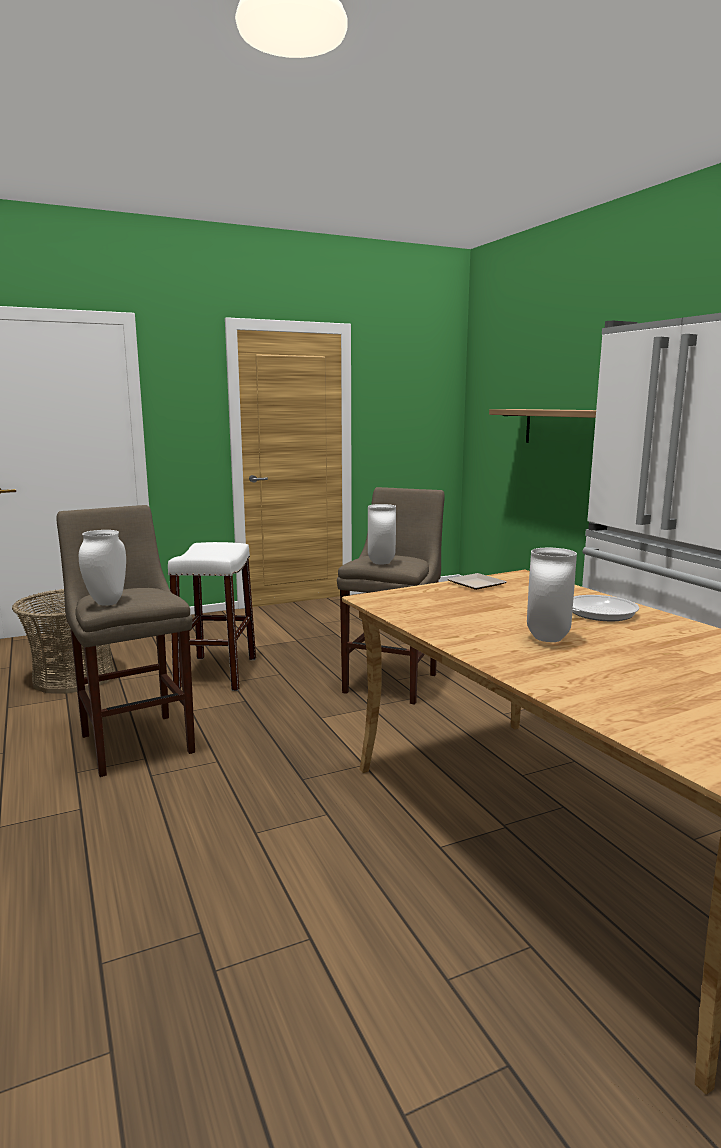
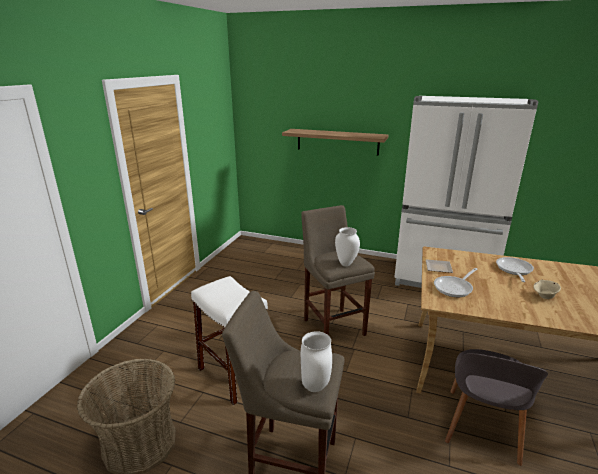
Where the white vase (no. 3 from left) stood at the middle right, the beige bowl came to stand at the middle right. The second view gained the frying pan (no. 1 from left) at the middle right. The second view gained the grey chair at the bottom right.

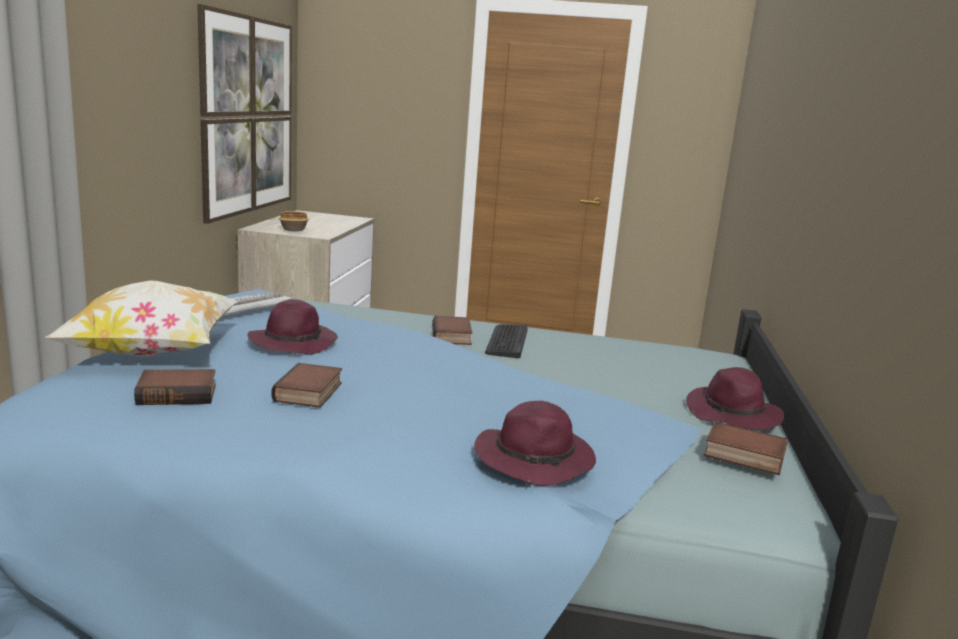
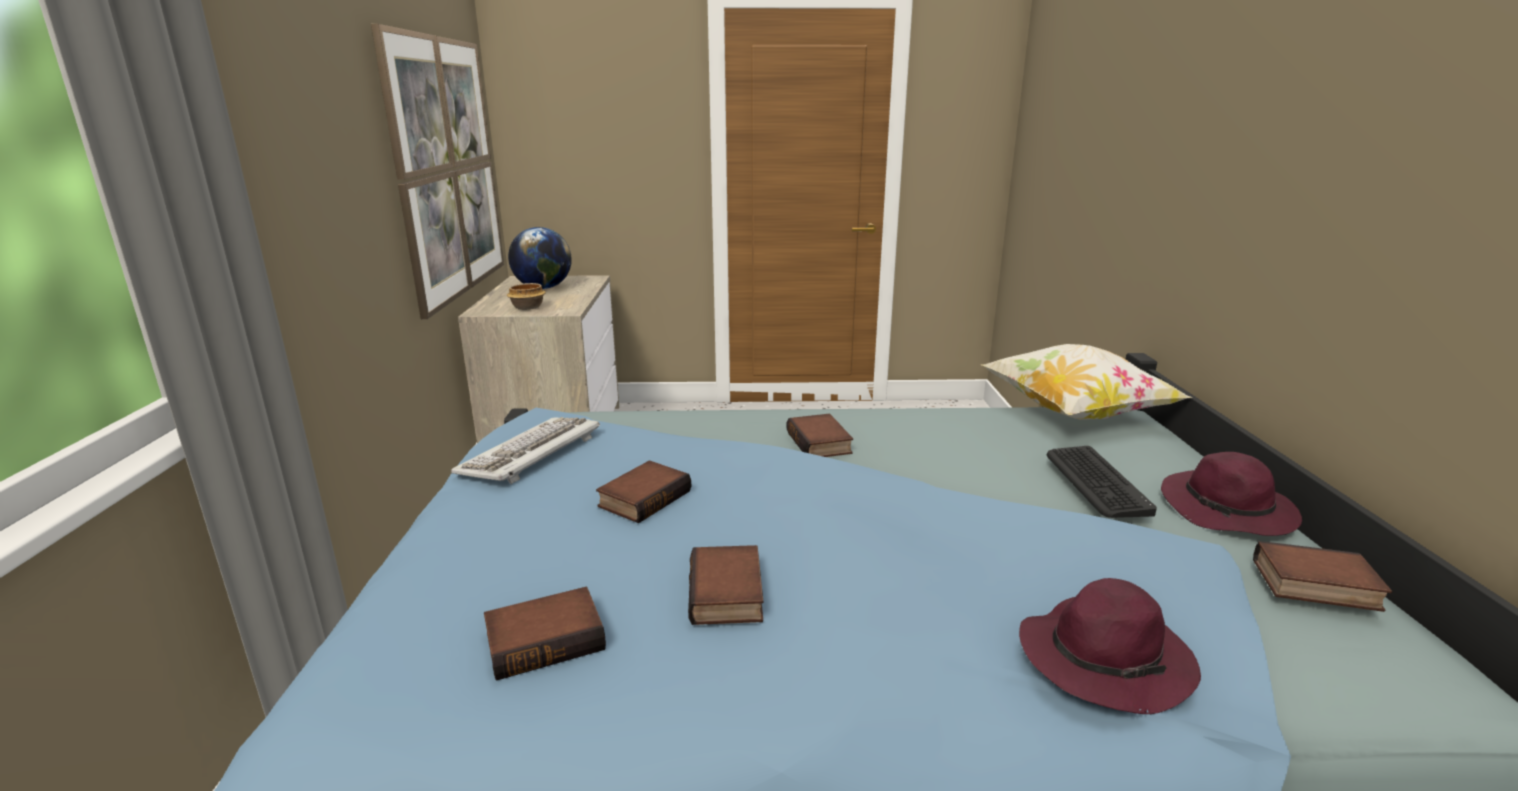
The pillow ended up elsewhere, having gone from the middle left to the middle right. Where the purple hat (no. 1 from left) stood at the middle left, the book (no. 2 from left) came to stand at the centre. The keyboard (no. 2 from left) ended up elsewhere, having gone from the centre to the middle right. The second view gained the globe at the top centre.

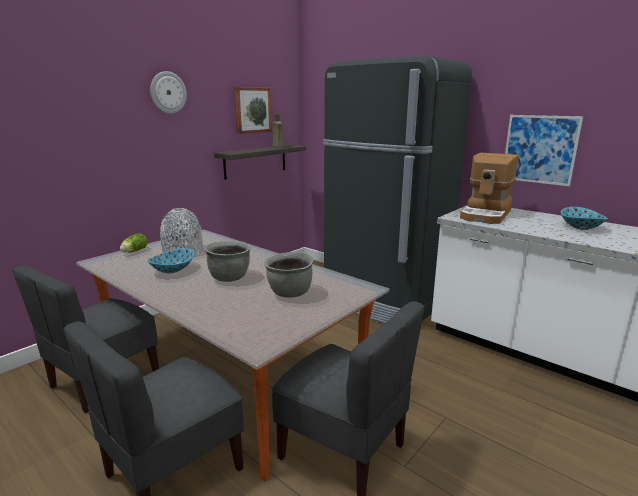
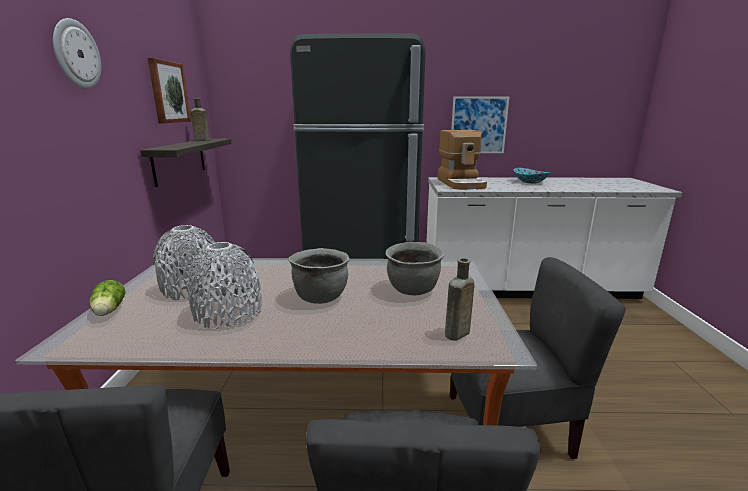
Where the bowl (no. 1 from left) stood at the middle left, the grey vase (no. 2 from left) came to stand at the middle left. The second view gained the brown bottle (no. 2 from left) at the centre.

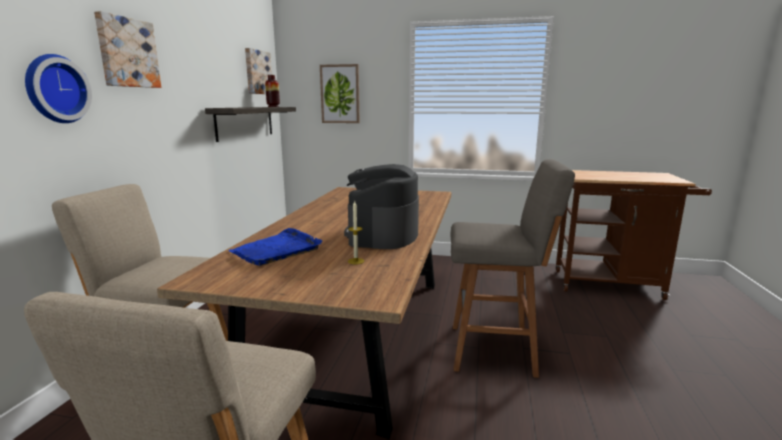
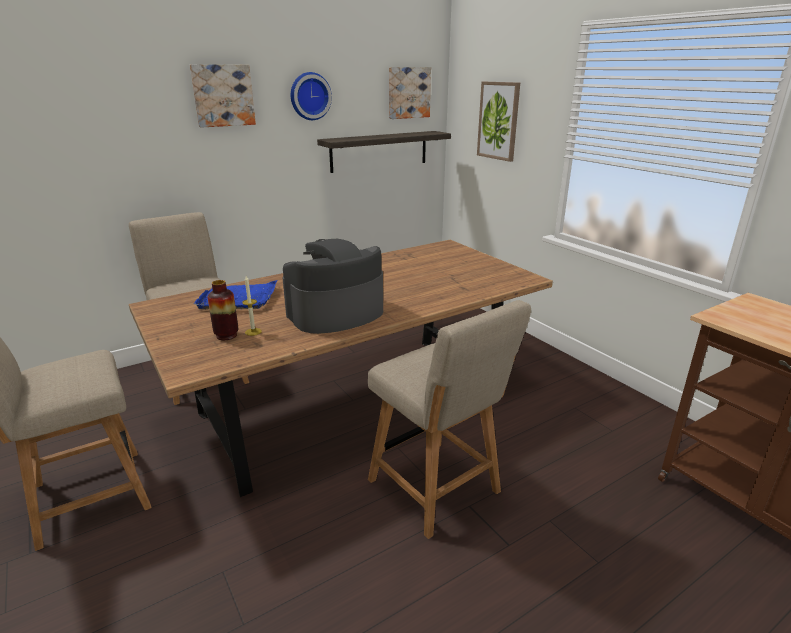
The wall clock ended up elsewhere, having gone from the top left to the top centre. The vase ended up elsewhere, having gone from the top centre to the middle left. Where the grey stool stood at the centre, the beige chair (no. 3 from left) came to stand at the centre.

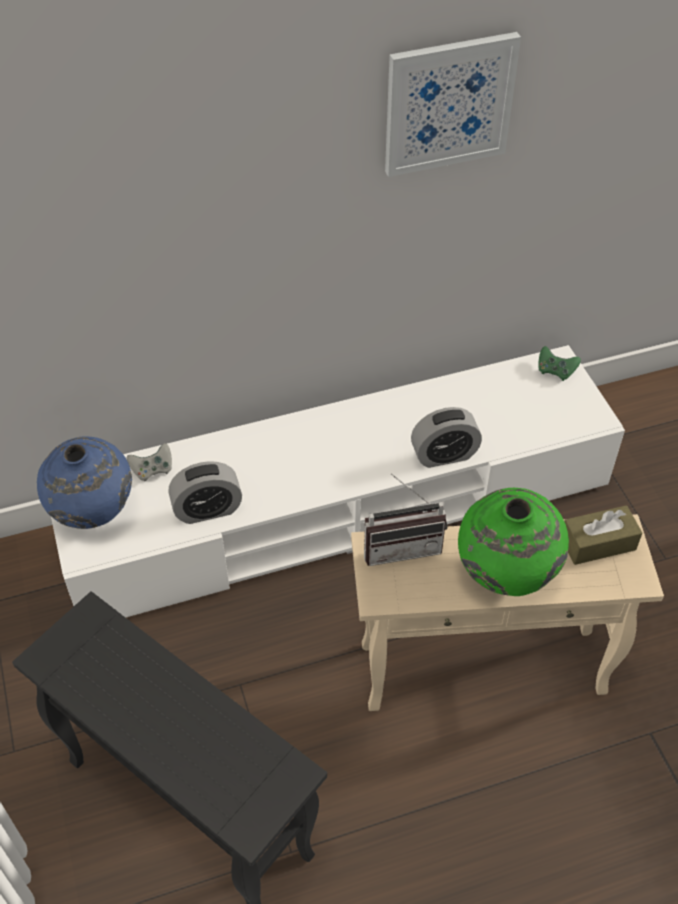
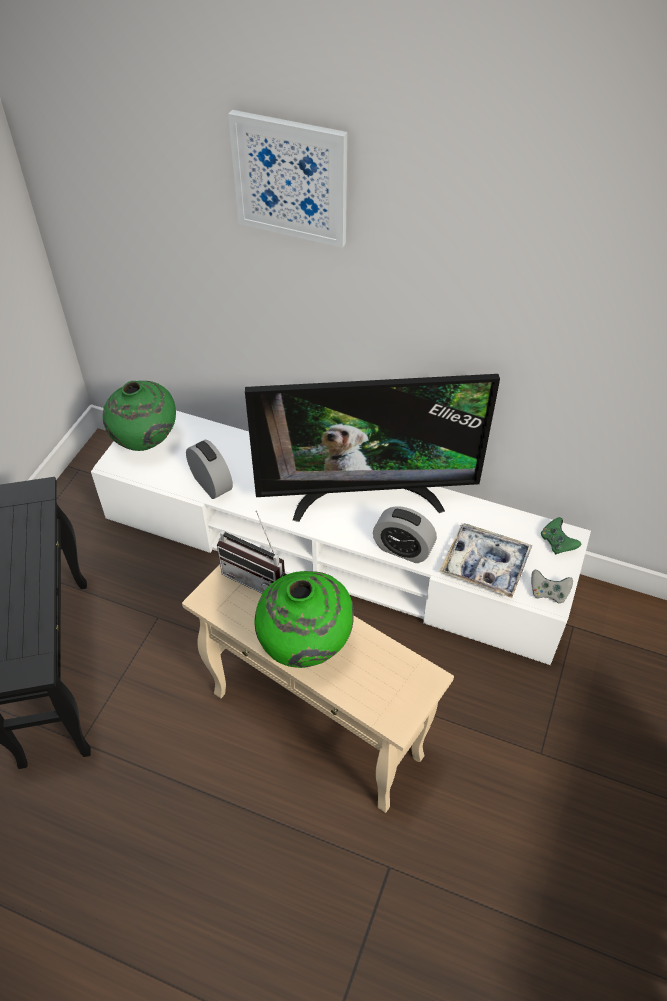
What was the blue vase at the middle left turned into the green vase (no. 1 from left) at the middle left. The grey game controller ended up elsewhere, having gone from the middle left to the middle right. The alarm clock (no. 1 from left) at the middle left ended up facing another way, 150 degrees counterclockwise from before. The picture ended up elsewhere, having gone from the top right to the top centre. The second view lost the brown tissue box at the middle right. The second view gained the television at the centre. The second view gained the tray at the middle right.

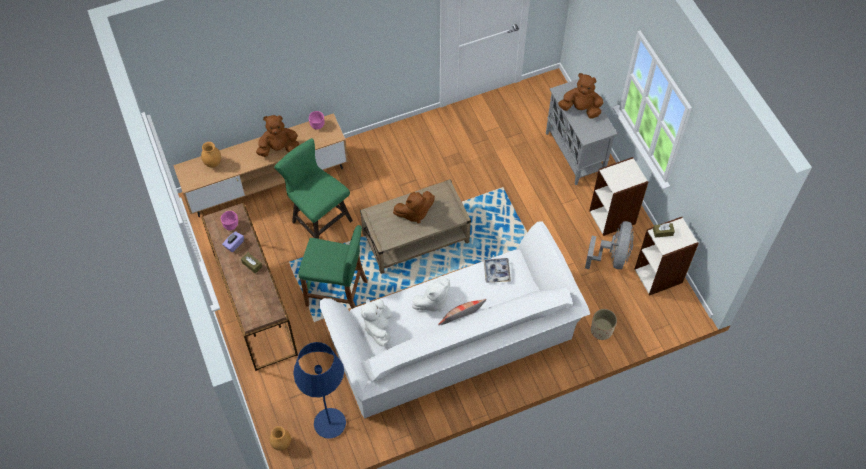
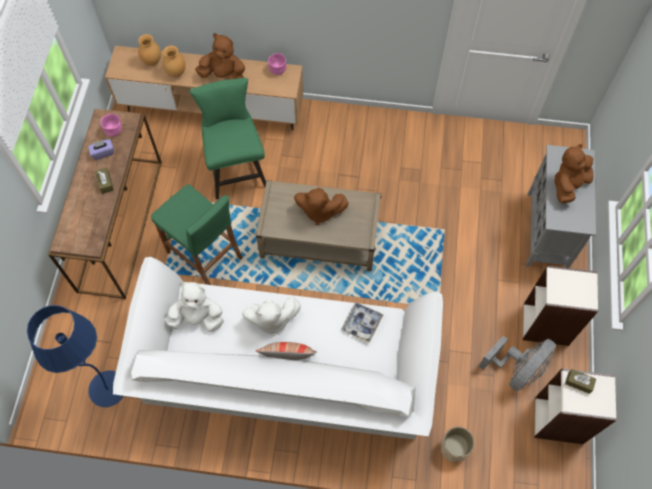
The brown vase (no. 2 from left) ended up elsewhere, having gone from the bottom left to the top left. The white plush toy (no. 1 from left) at the bottom centre ended up facing another way, 60 degrees clockwise from before. The brown plush toy (no. 3 from left) at the top right ended up facing another way, 90 degrees counterclockwise from before.

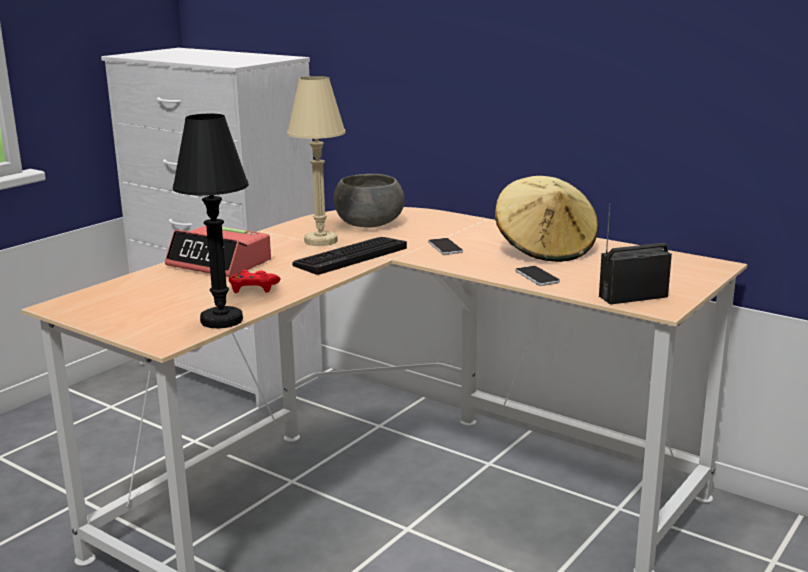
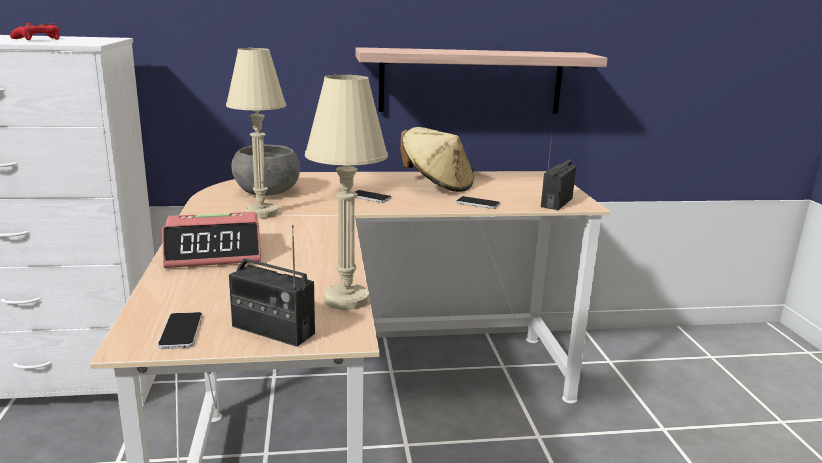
What was the black table lamp at the middle left turned into the beige table lamp (no. 2 from left) at the centre. The red game controller ended up elsewhere, having gone from the middle left to the top left. The second view lost the keyboard at the centre. The second view gained the phone (no. 1 from left) at the bottom left. The second view gained the radio (no. 1 from left) at the middle left. The second view gained the shelf at the top centre.

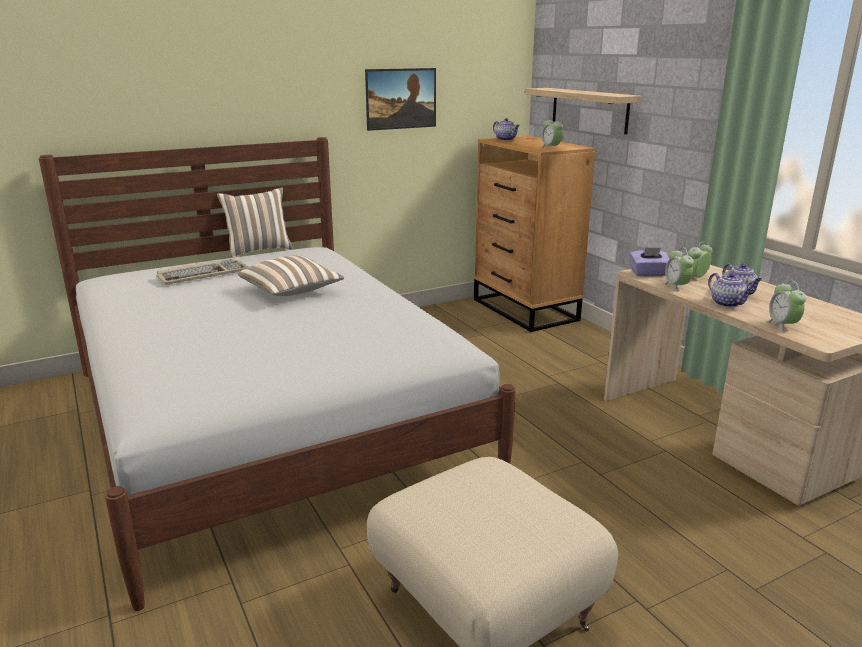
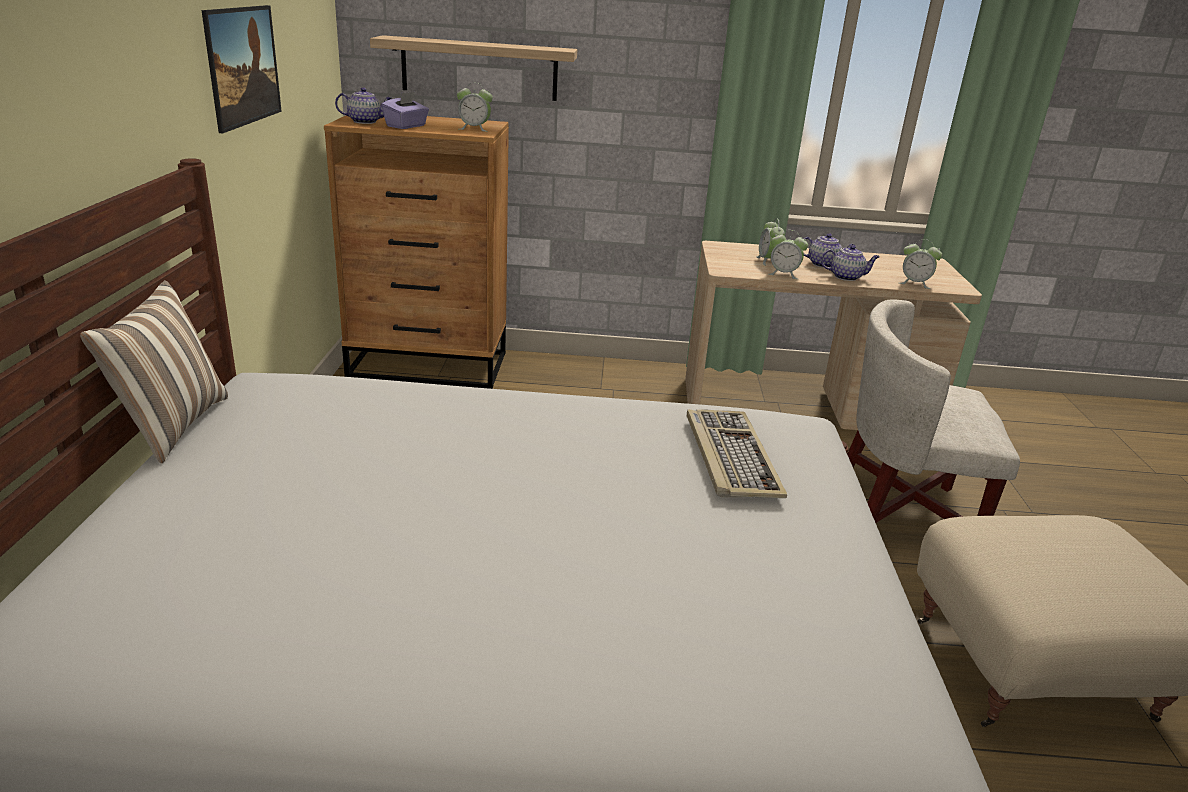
The keyboard ended up elsewhere, having gone from the middle left to the centre. The second view lost the pillow (no. 2 from left) at the centre. The purple tissue box ended up elsewhere, having gone from the middle right to the top centre. The second view gained the white armchair at the middle right.

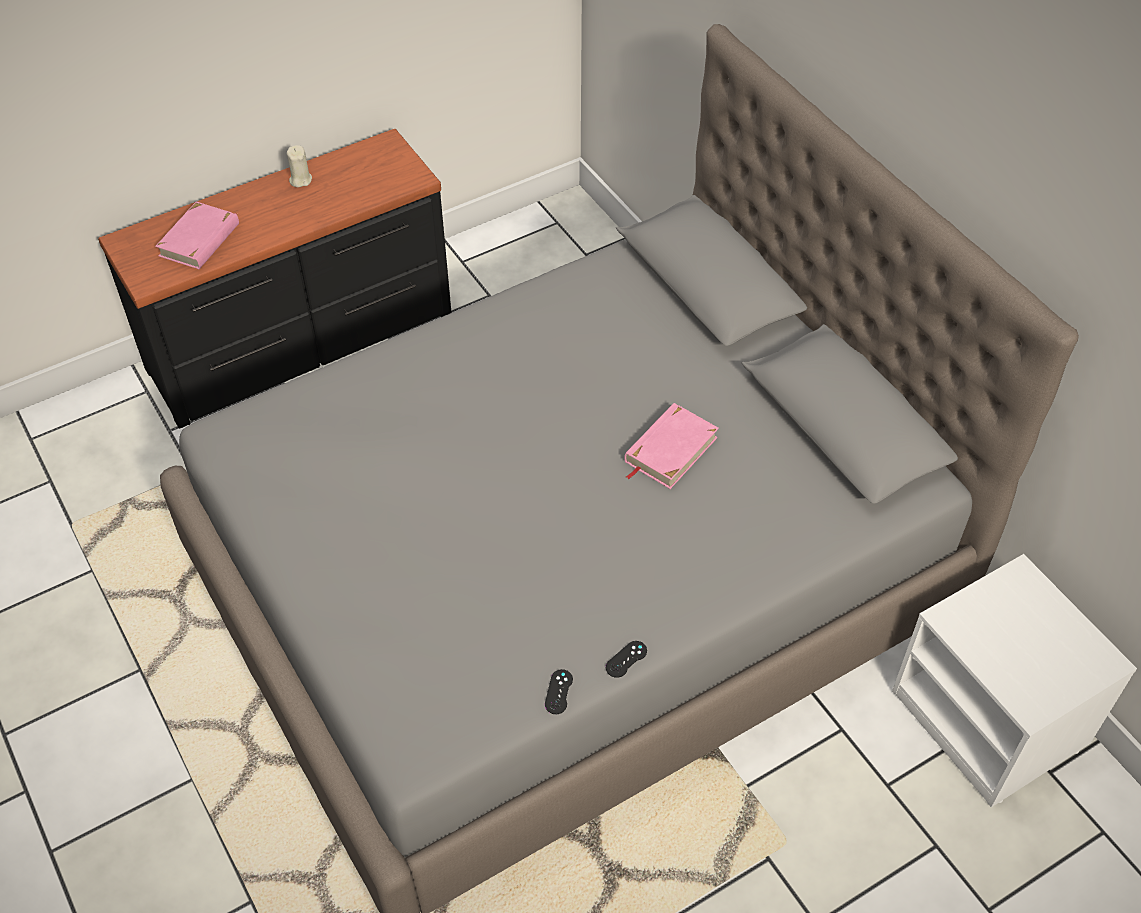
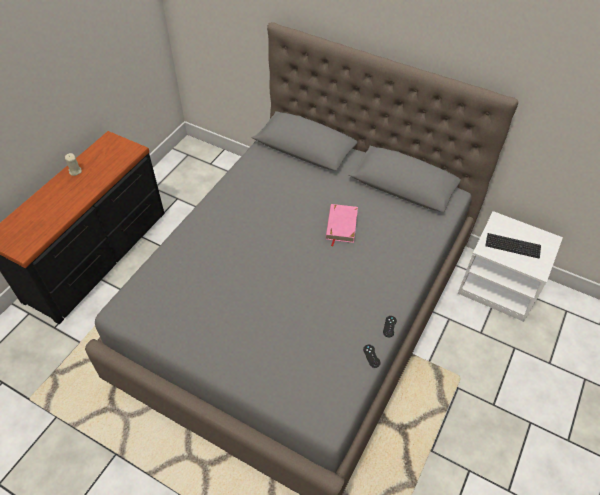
The second view lost the pink book (no. 1 from left) at the top left. The second view gained the keyboard at the middle right.

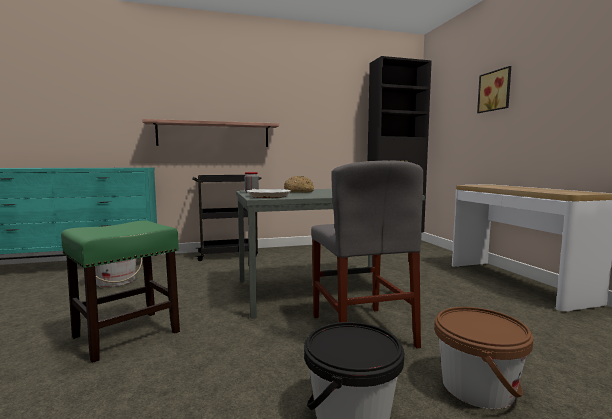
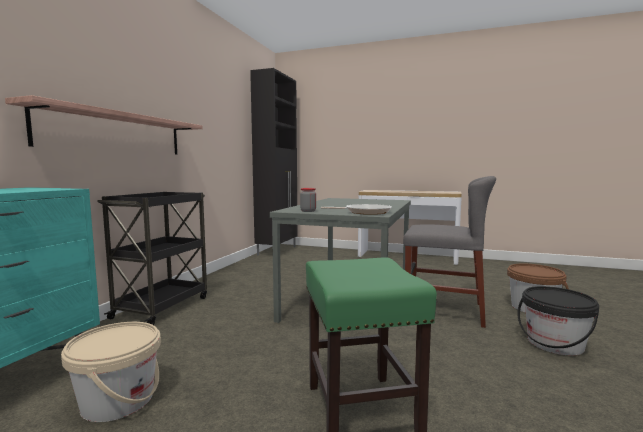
The second view lost the bread at the centre. The second view lost the picture at the top right.

